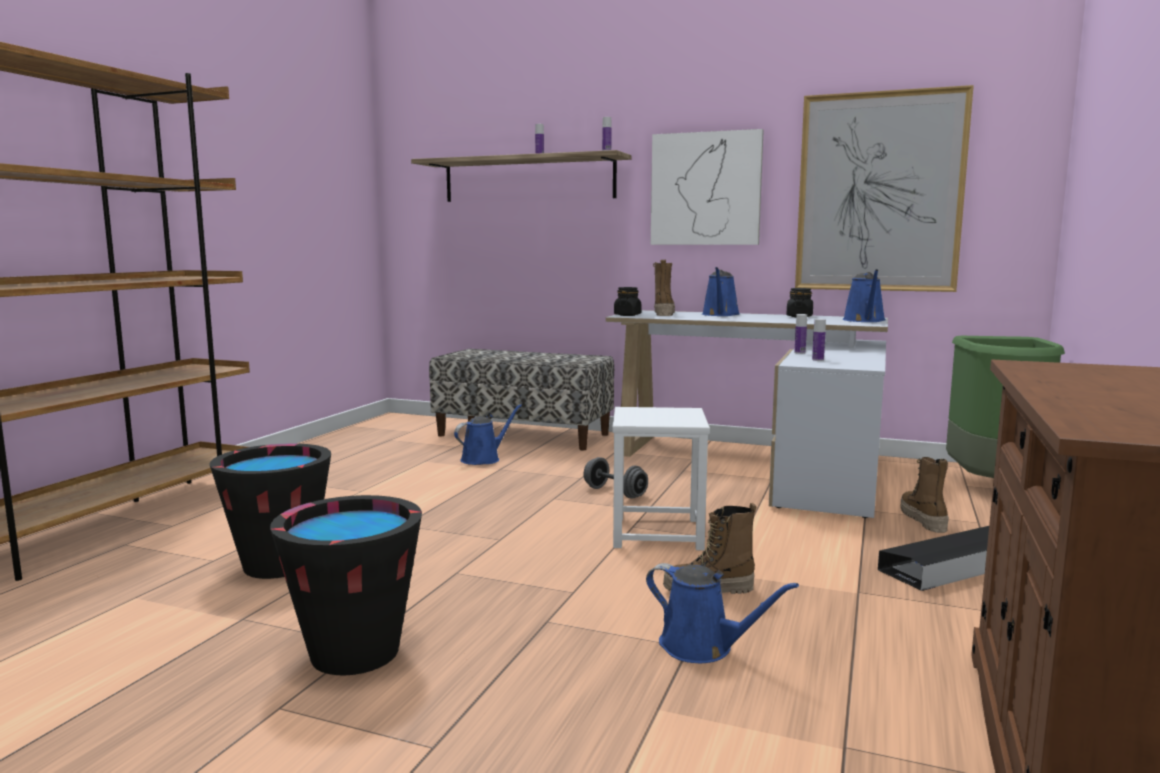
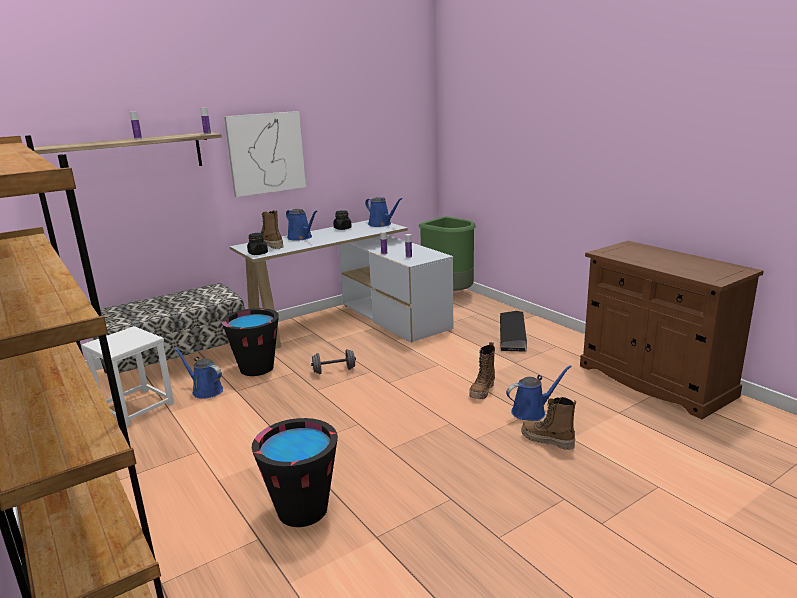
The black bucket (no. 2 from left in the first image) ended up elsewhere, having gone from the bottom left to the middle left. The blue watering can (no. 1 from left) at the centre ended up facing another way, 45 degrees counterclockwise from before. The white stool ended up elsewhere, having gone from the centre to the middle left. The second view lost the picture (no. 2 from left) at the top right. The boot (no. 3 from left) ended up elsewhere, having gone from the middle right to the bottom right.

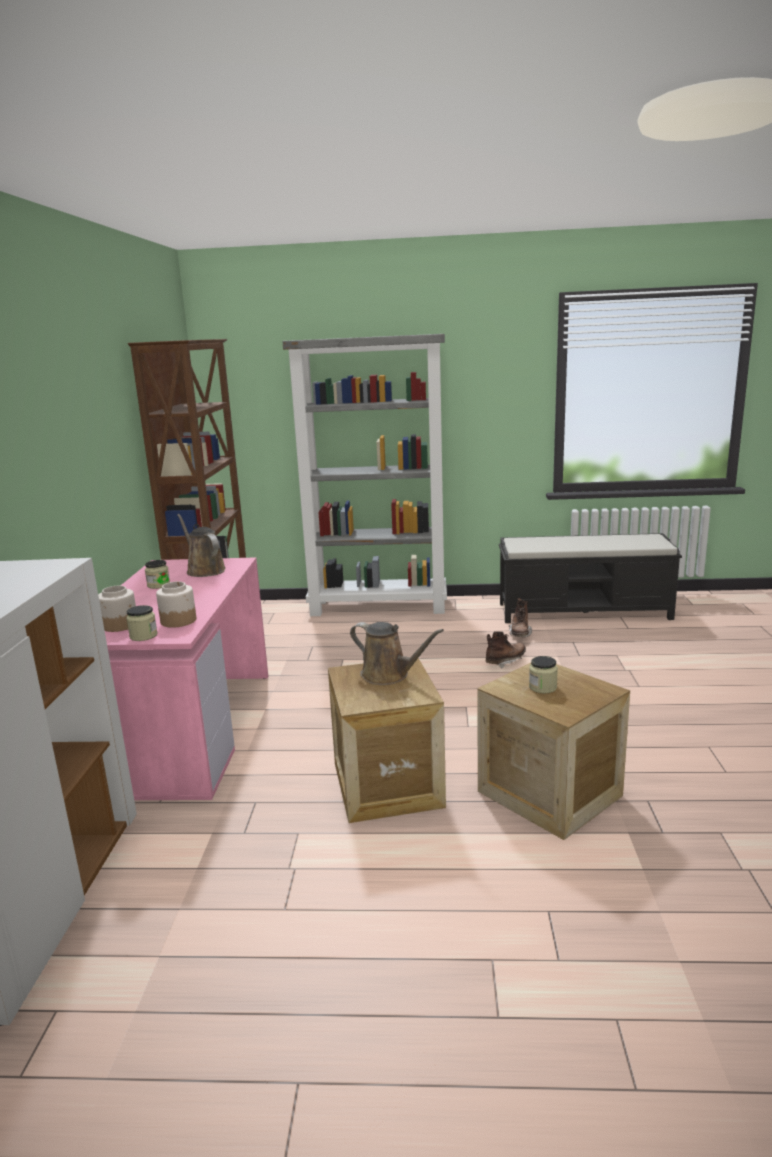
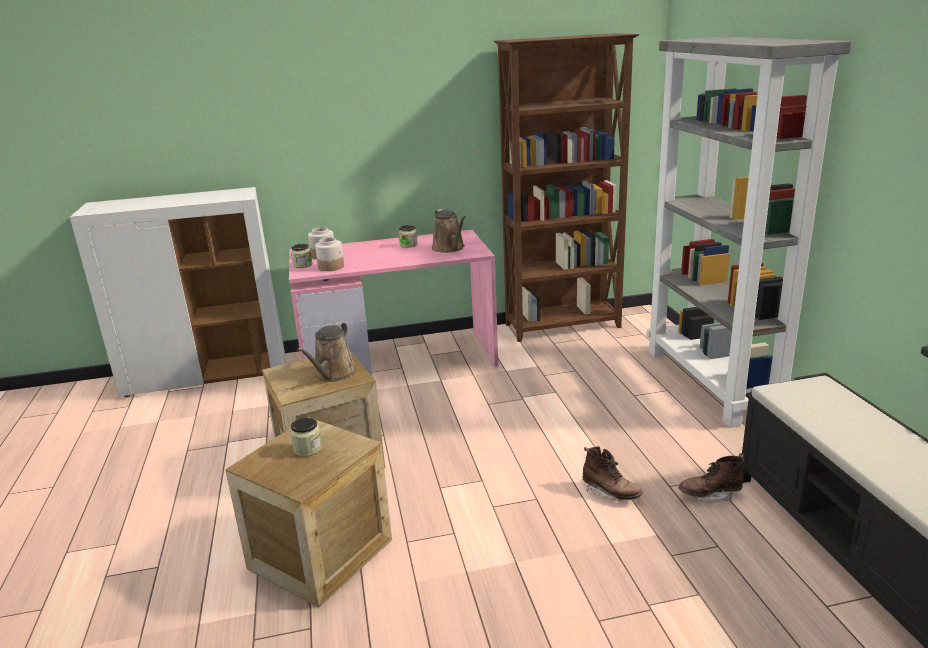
The brown watering can (no. 1 from left in the first image) at the middle left ended up facing another way, 120 degrees clockwise from before.

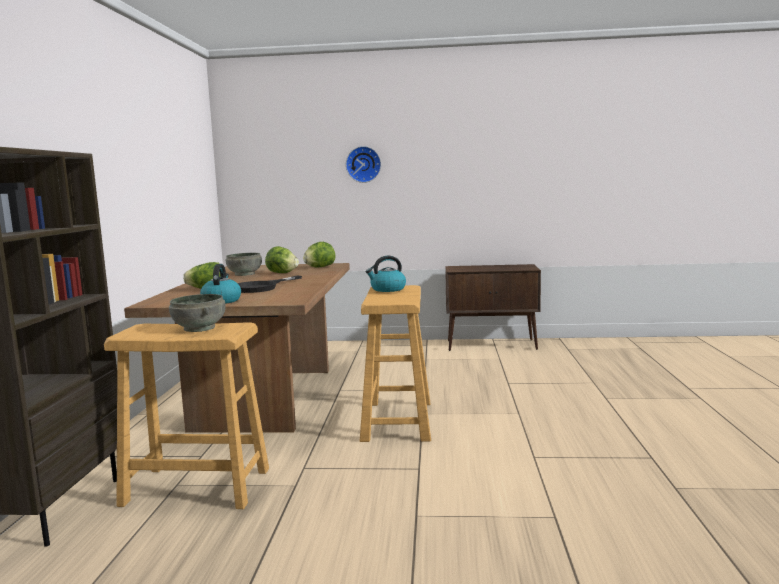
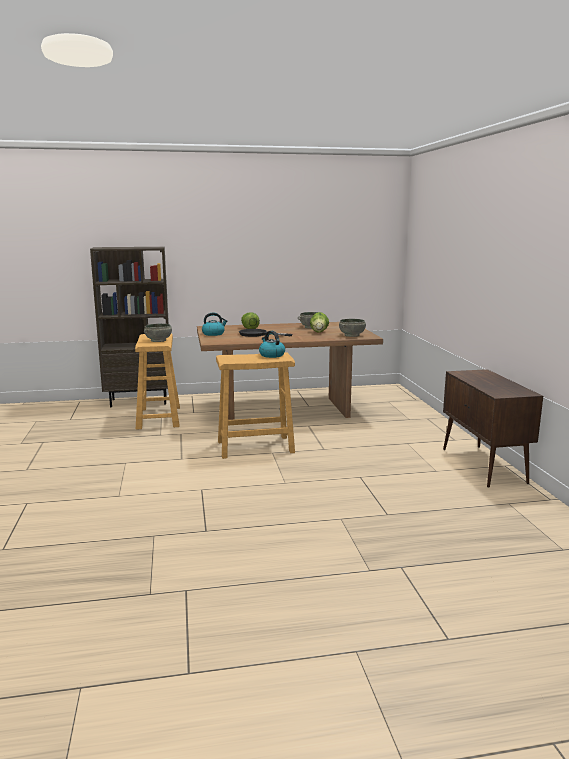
Where the lettuce (no. 3 from left) stood at the centre, the grey bowl (no. 3 from left) came to stand at the centre. The second view lost the wall clock at the top centre.

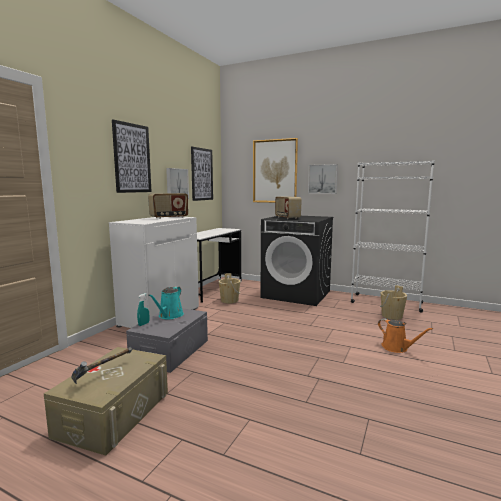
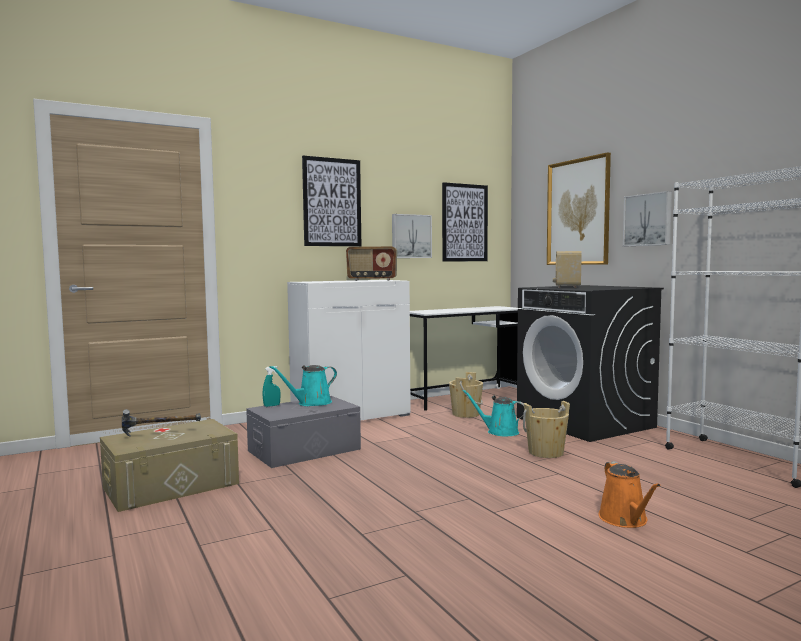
The beige bucket (no. 2 from left) ended up elsewhere, having gone from the middle right to the bottom right. The second view gained the turquoise watering can (no. 2 from left) at the centre.

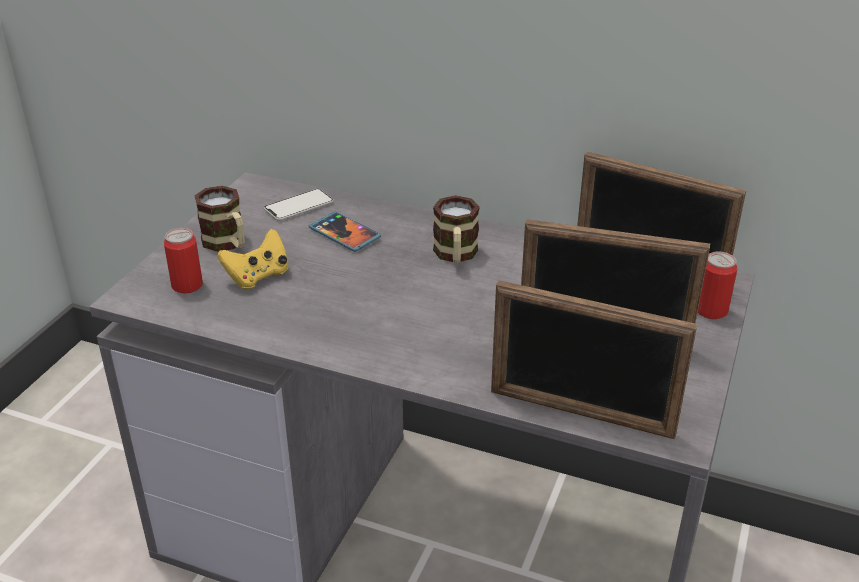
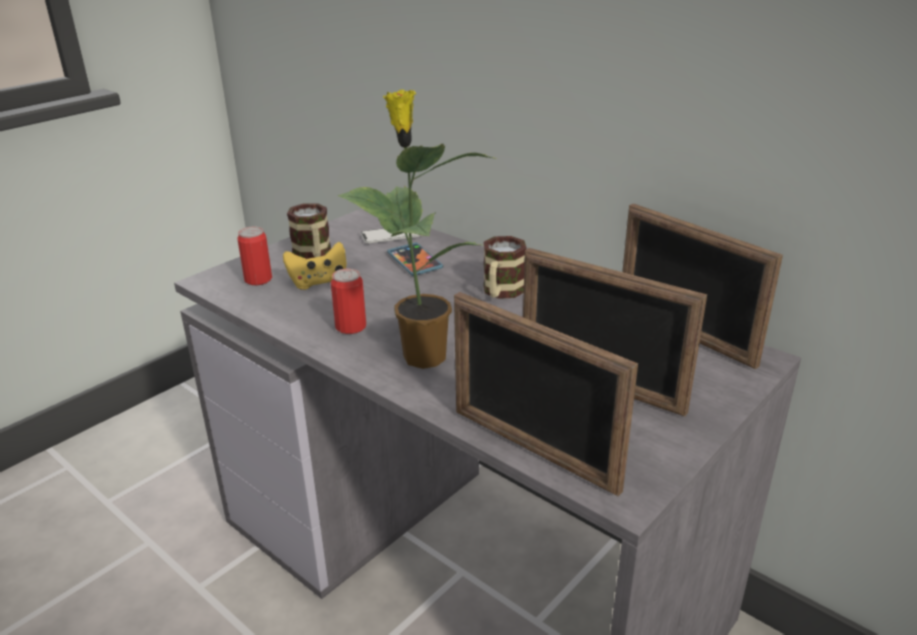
The can (no. 2 from left) ended up elsewhere, having gone from the middle right to the centre. The second view gained the potted plant at the centre.

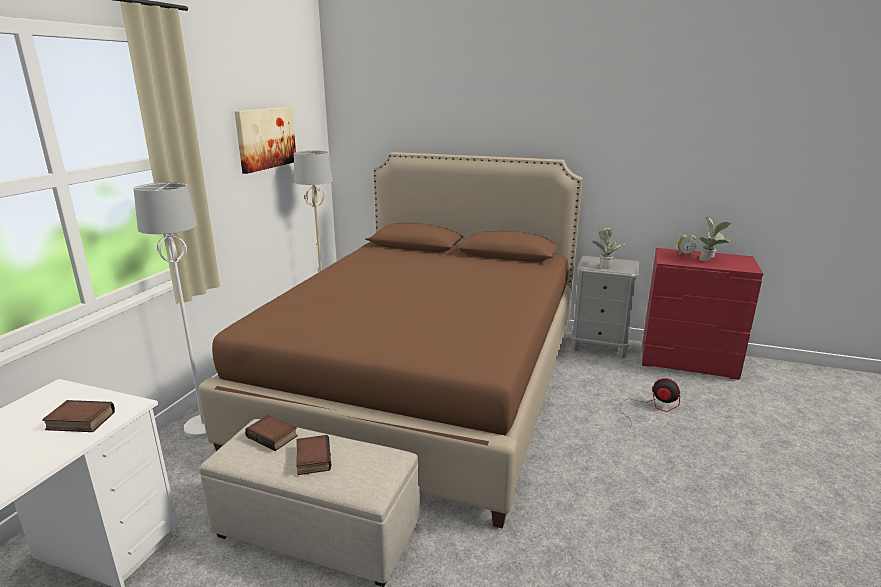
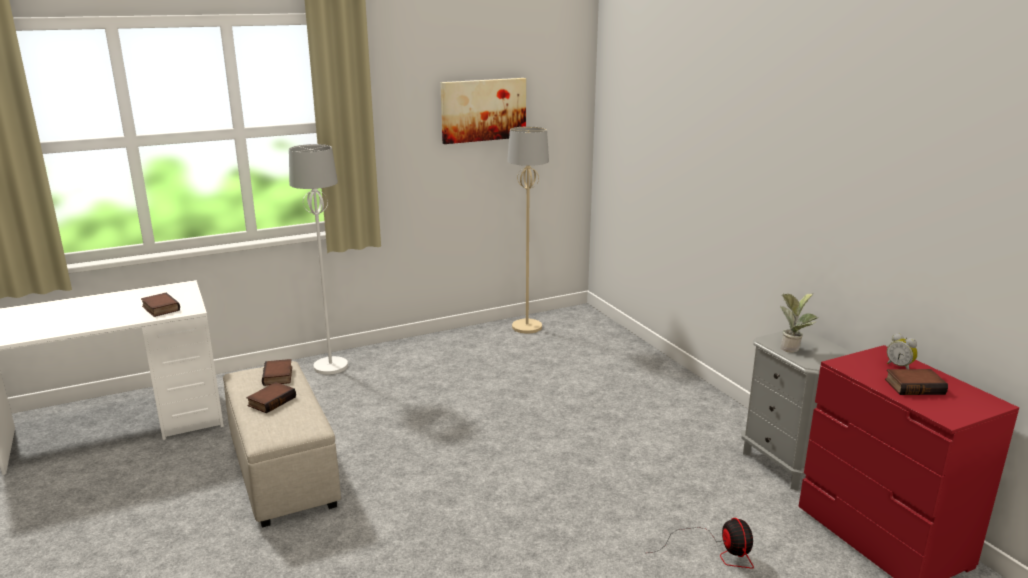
The second view lost the brown bed at the centre. Where the potted plant (no. 2 from left) stood at the middle right, the book (no. 4 from left) came to stand at the middle right.

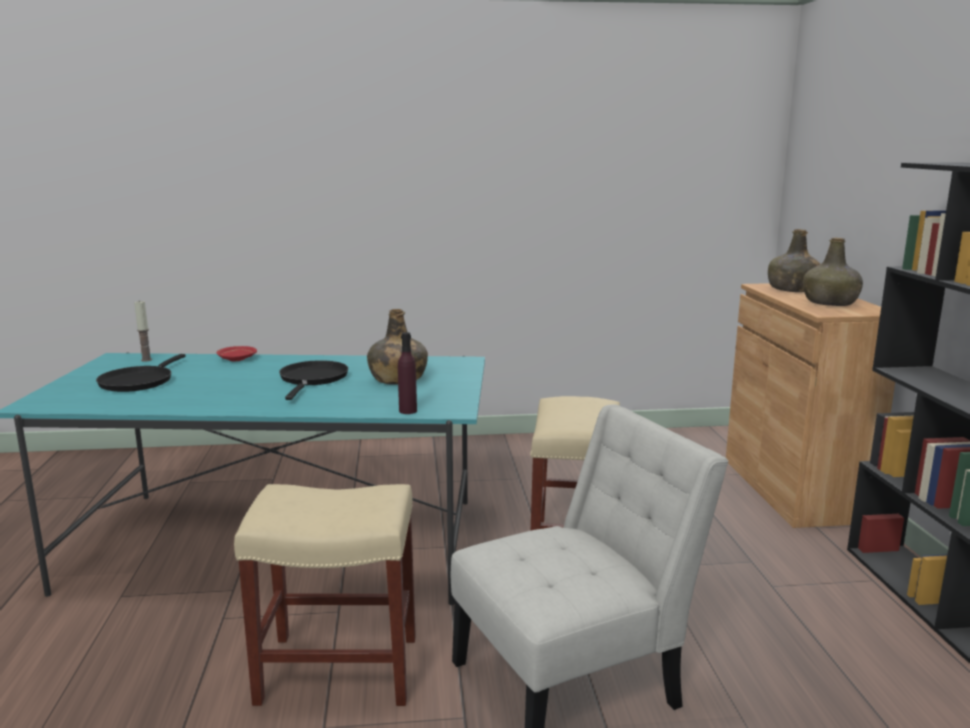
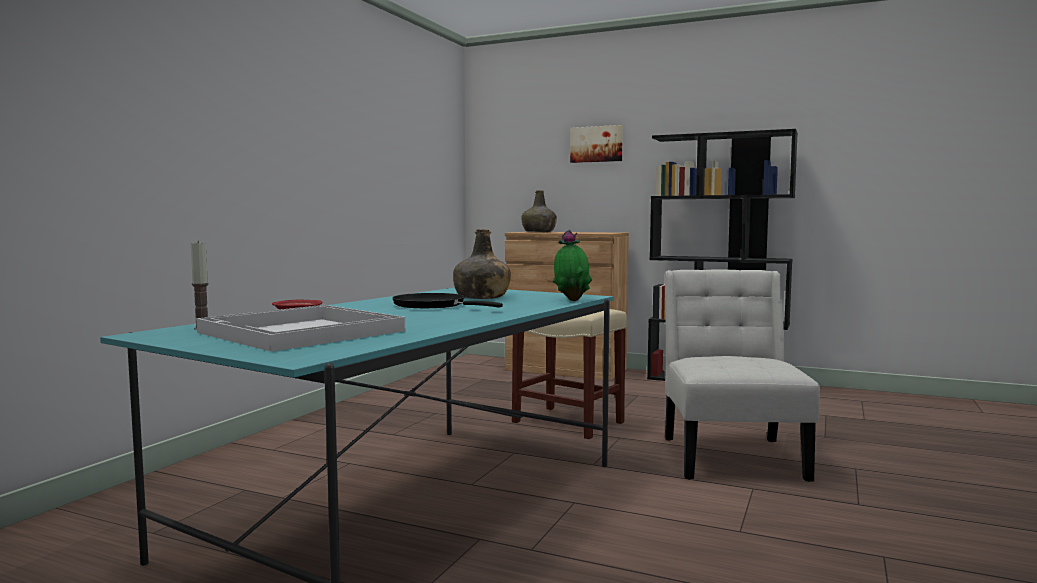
Where the black frying pan (no. 1 from left) stood at the middle left, the white tray came to stand at the middle left. The second view lost the beige stool (no. 1 from left) at the bottom centre. Where the purple bottle stood at the centre, the potted plant came to stand at the centre. The second view lost the green bottle (no. 3 from left) at the middle right. The second view gained the picture at the top centre.

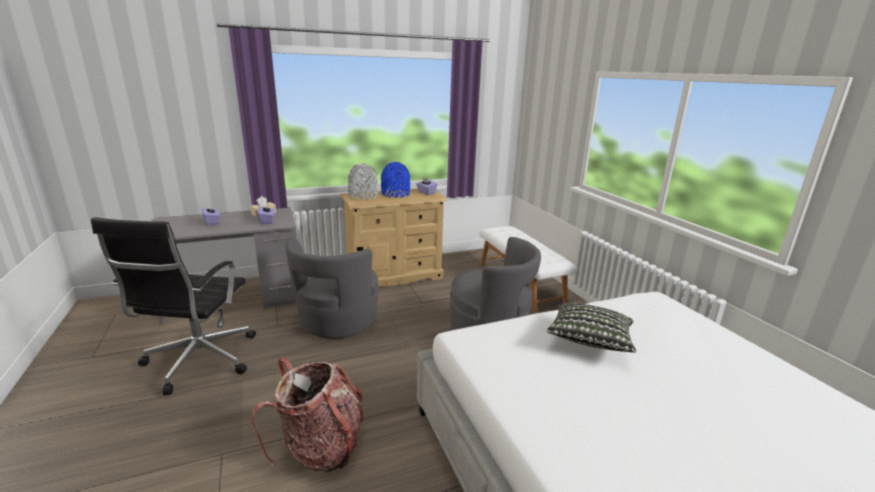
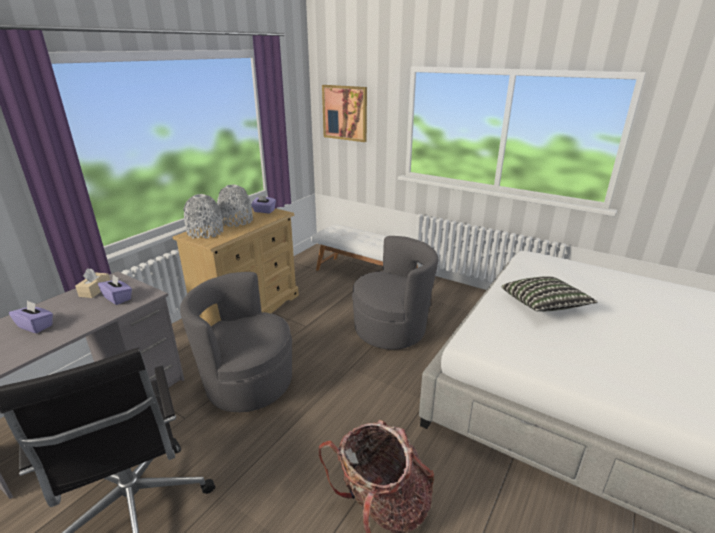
The grey armchair (no. 1 from left) at the centre ended up facing another way, 120 degrees clockwise from before. What was the blue vase at the centre turned into the grey vase (no. 2 from left) at the middle left. The second view gained the picture at the top centre.

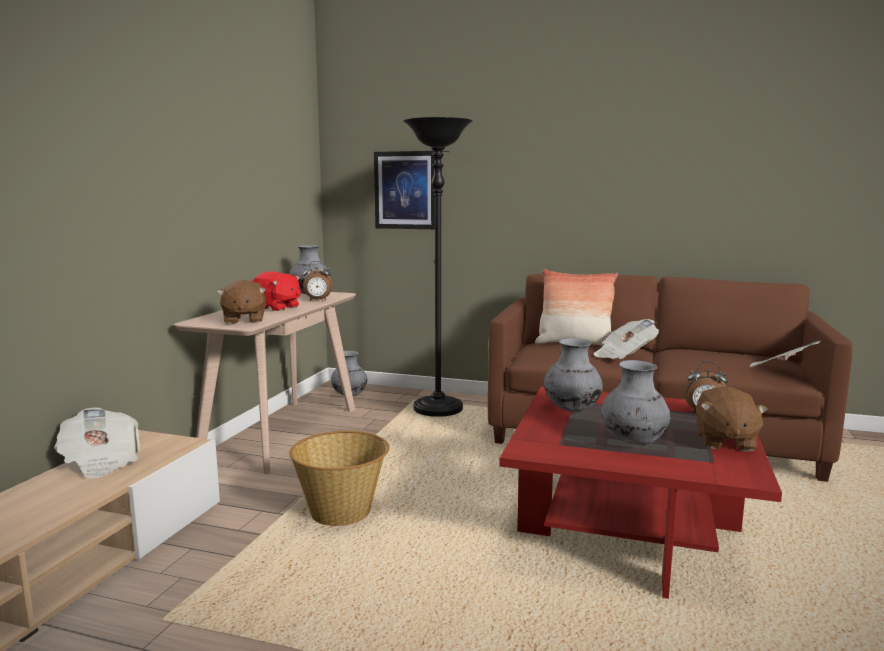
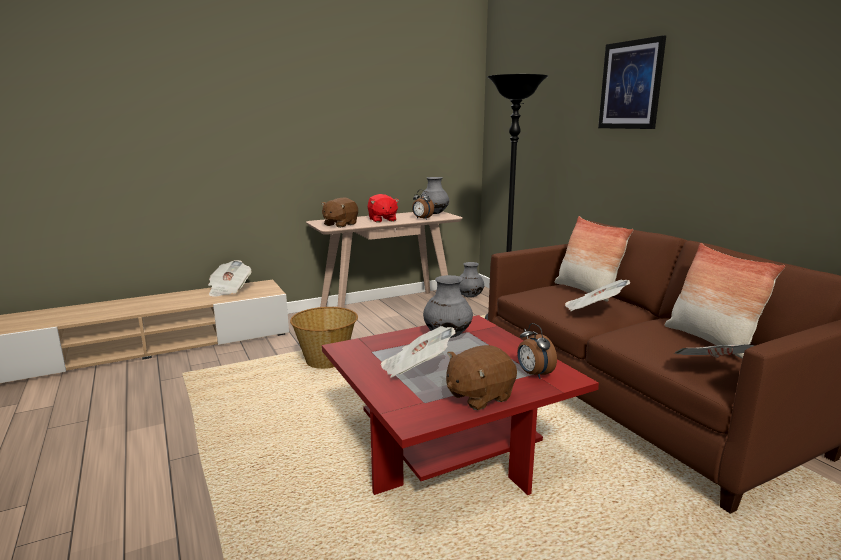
The picture ended up elsewhere, having gone from the top centre to the top right. Where the grey vase (no. 4 from left) stood at the middle right, the newspaper (no. 2 from left) came to stand at the centre. The second view gained the pillow (no. 2 from left) at the middle right.

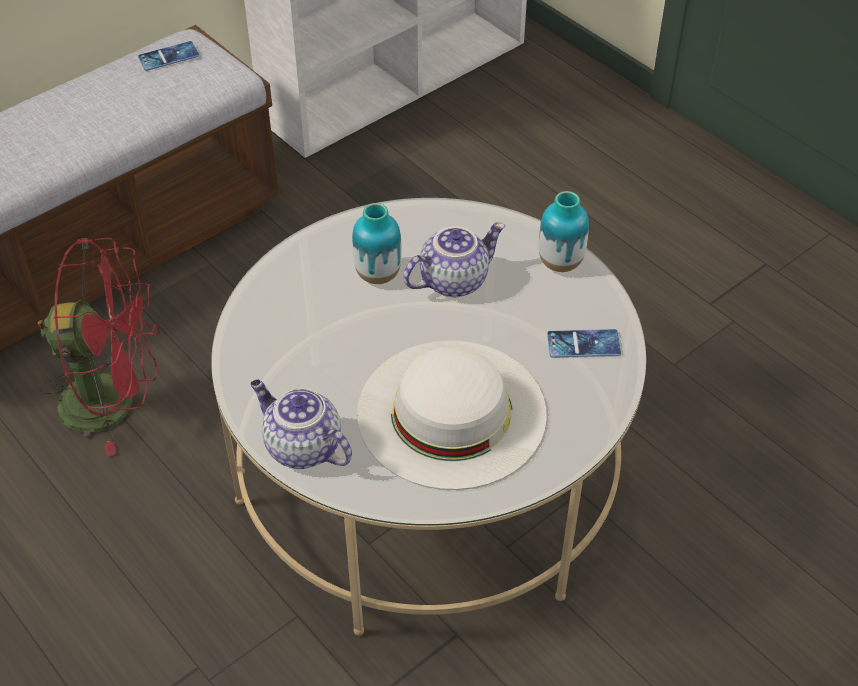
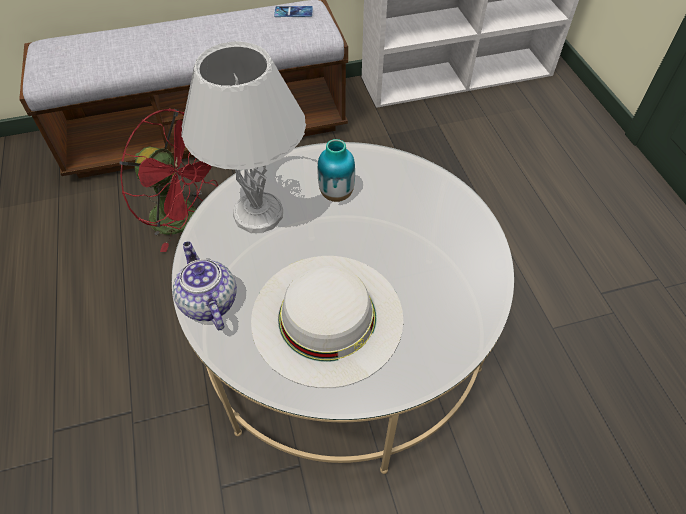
The second view lost the teapot (no. 2 from left) at the centre. The second view lost the vase (no. 2 from left) at the centre. The second view lost the phone (no. 2 from left) at the middle right. The second view gained the white table lamp at the top centre.

